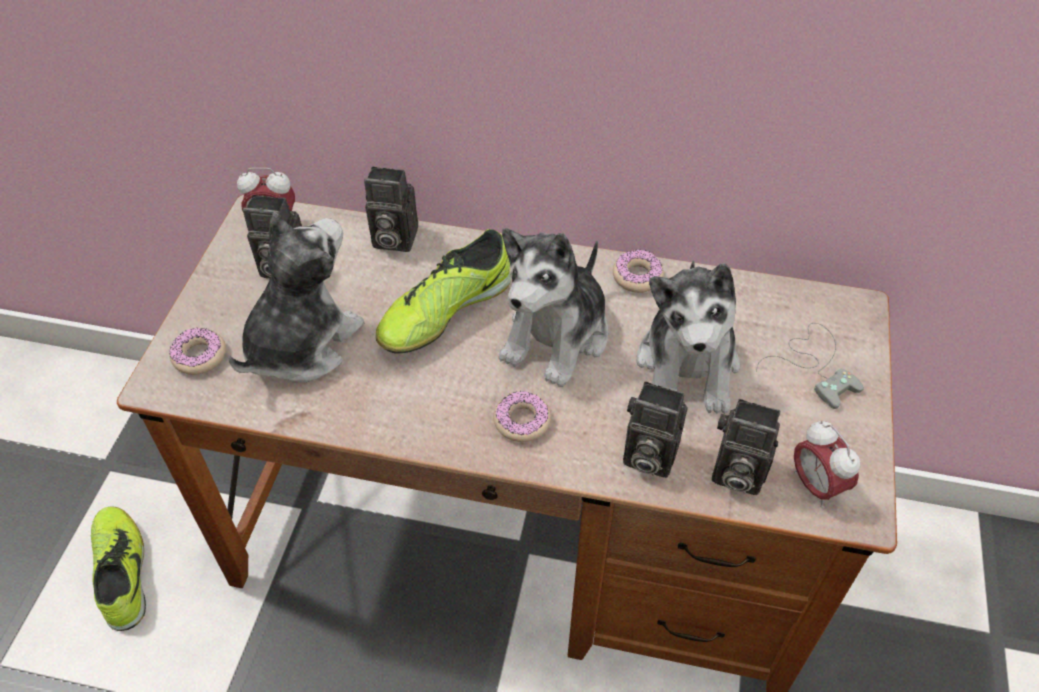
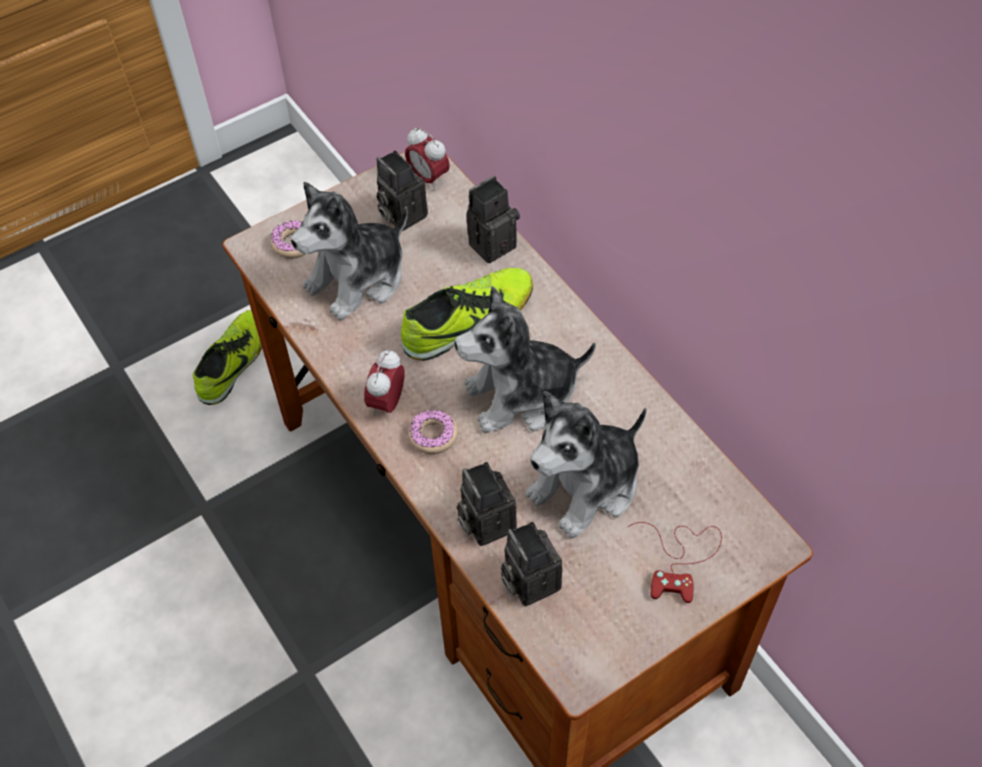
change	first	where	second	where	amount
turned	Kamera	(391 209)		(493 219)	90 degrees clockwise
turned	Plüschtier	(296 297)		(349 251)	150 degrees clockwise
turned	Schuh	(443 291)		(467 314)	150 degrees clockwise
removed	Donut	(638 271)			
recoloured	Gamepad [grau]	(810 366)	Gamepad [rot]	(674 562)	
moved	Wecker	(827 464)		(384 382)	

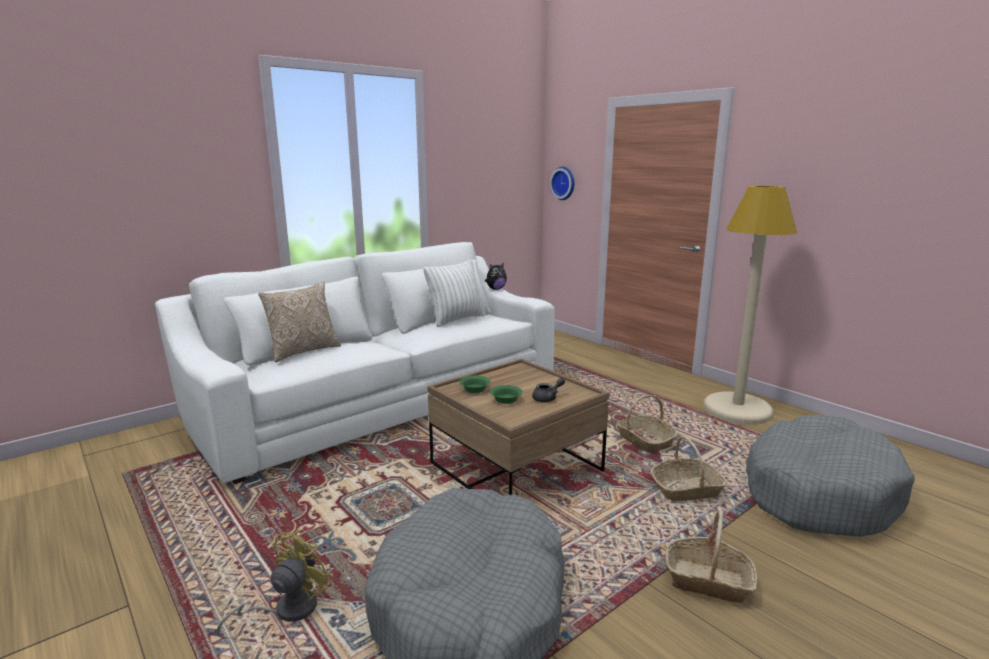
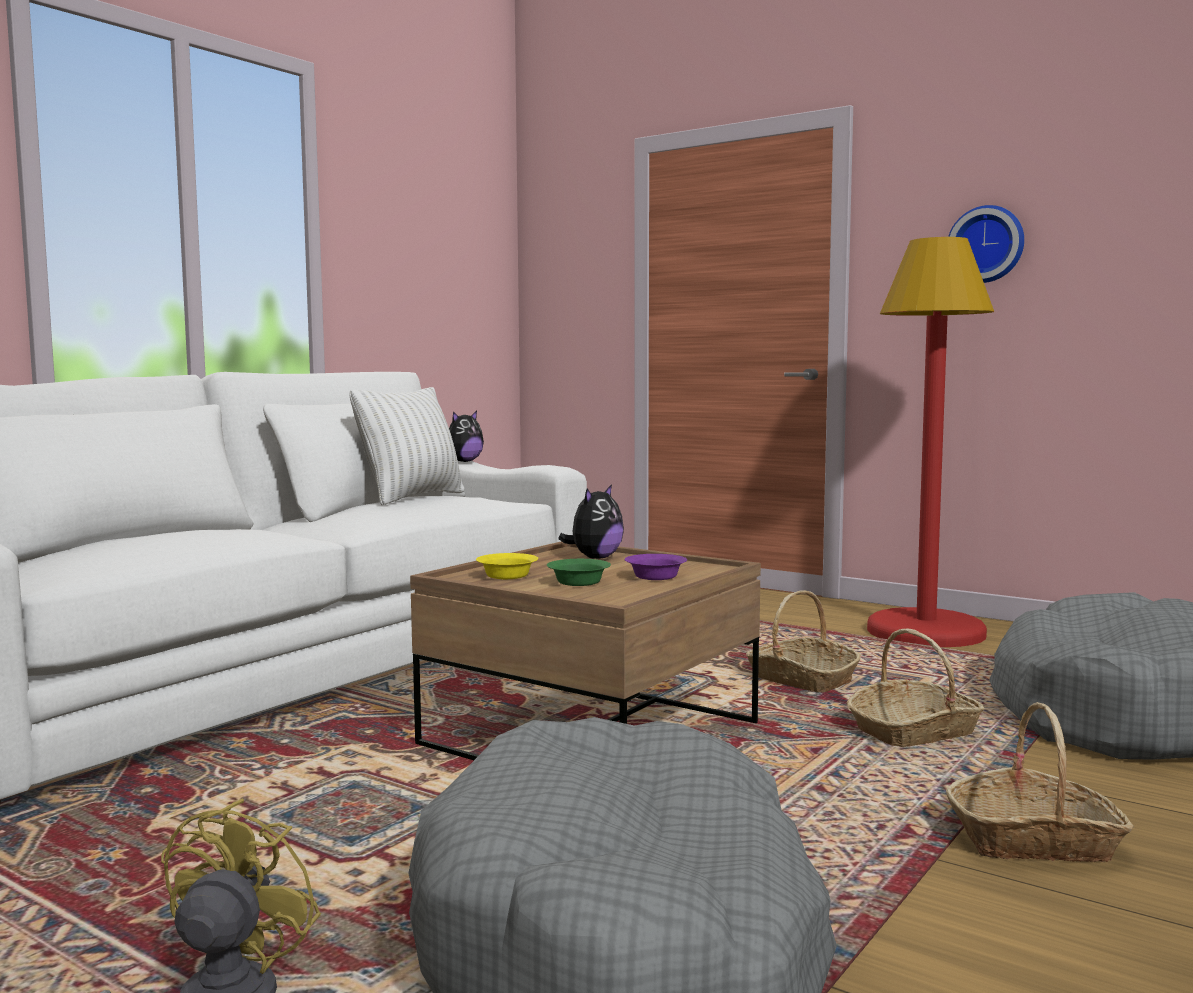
change	first	where	second	where	amount
moved	Wanduhr	(562 183)		(986 244)	
recoloured	Stehlampe [beige]	(750 305)	Stehlampe [rot]	(930 442)	
removed	Kissen	(299 322)			
recoloured	Schüssel [grün]	(475 384)	Schüssel [gelb]	(507 566)	
replaced	Teekanne [grau]	(548 389)	Schüssel [lila]	(656 567)	
added			Plüschtier	(591 521)	

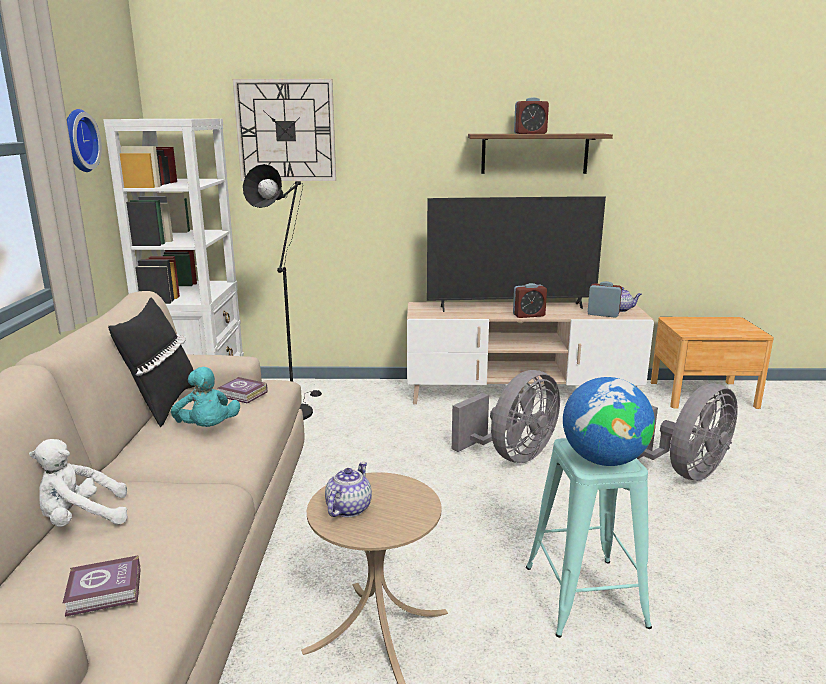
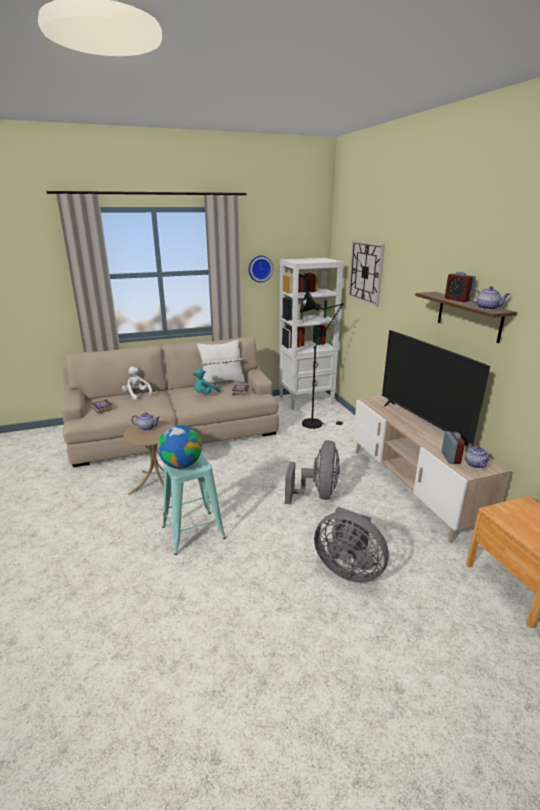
change	first	where	second	where	amount
removed	Wecker	(530 300)			
recoloured	Kissen [schwarz]	(151 362)	Kissen [weiß]	(221 362)	
turned	Ventilator [grau]	(506 416)		(312 472)	105 degrees counterclockwise
added			Teekanne	(490 298)	

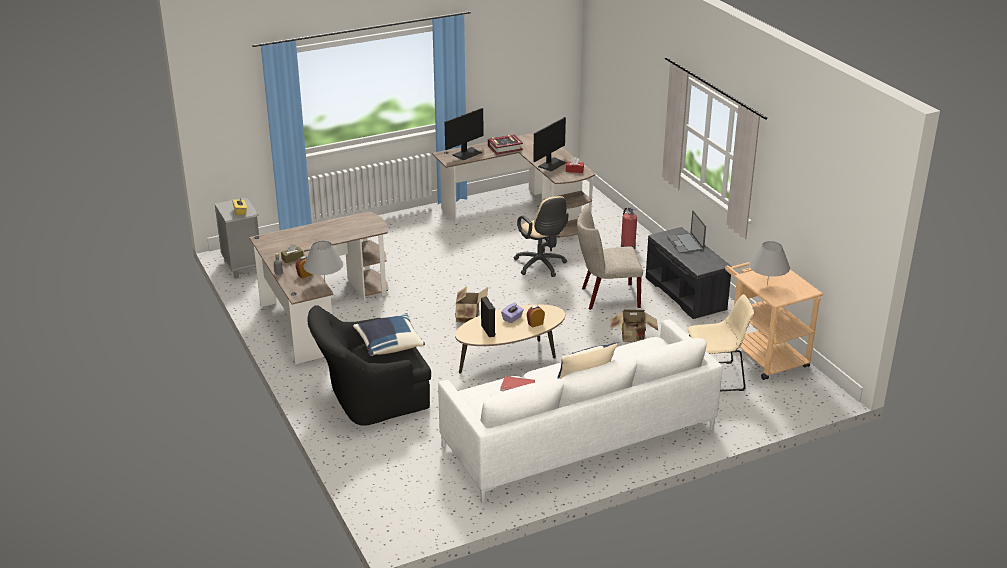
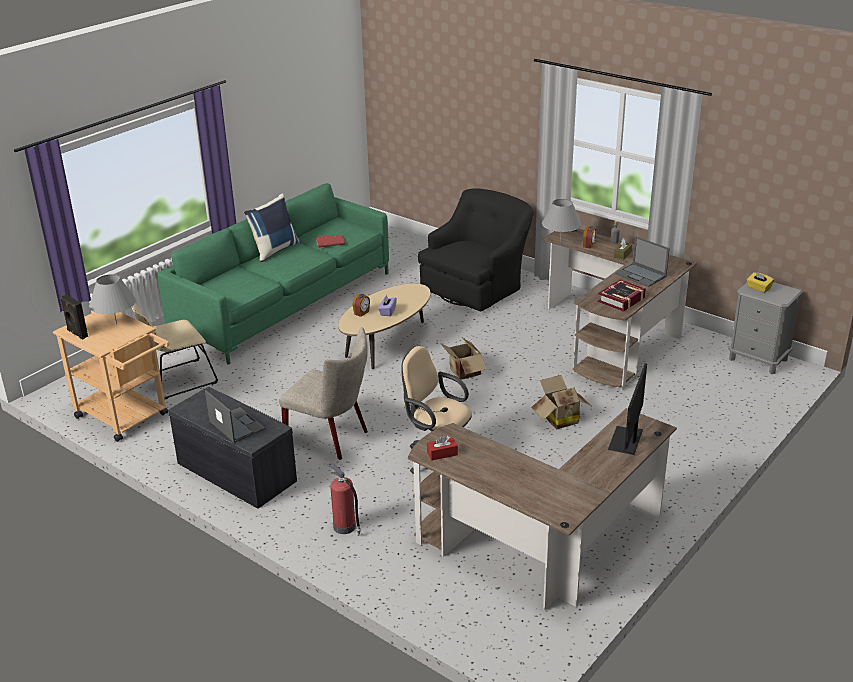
change	first	where	second	where	amount
removed	Monitor	(550 144)			
moved	Buch	(505 144)		(622 295)	
turned	Stuhl [beige]	(610 257)		(323 393)	60 degrees clockwise
moved	Lautsprecher [schwarz]	(488 317)		(74 317)	
moved	Karton	(634 326)		(561 402)	
removed	Kissen [blau]	(389 334)			
recoloured	Sofa [weiß]	(580 411)	Sofa [grün]	(273 274)	
added			Laptop	(642 261)	

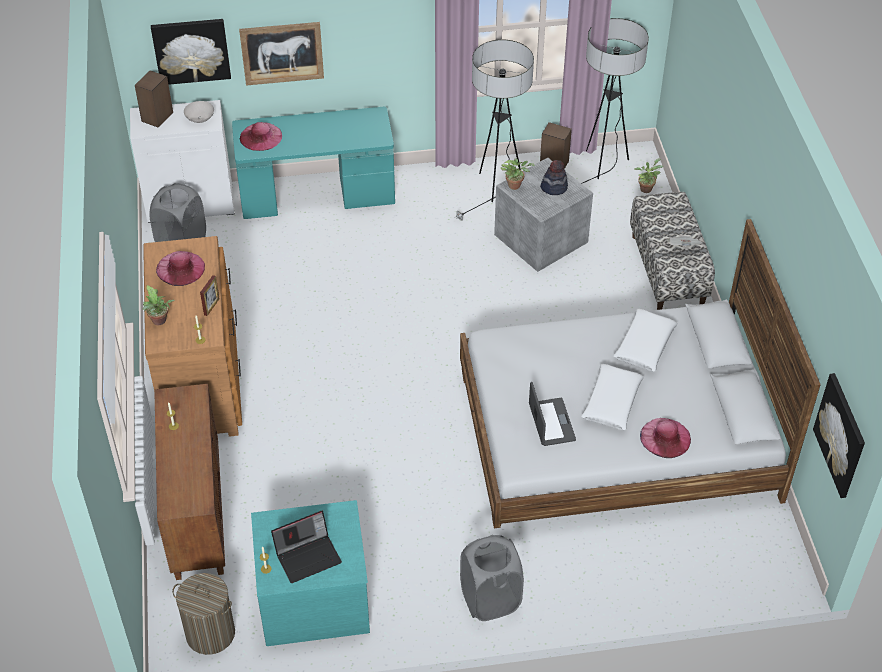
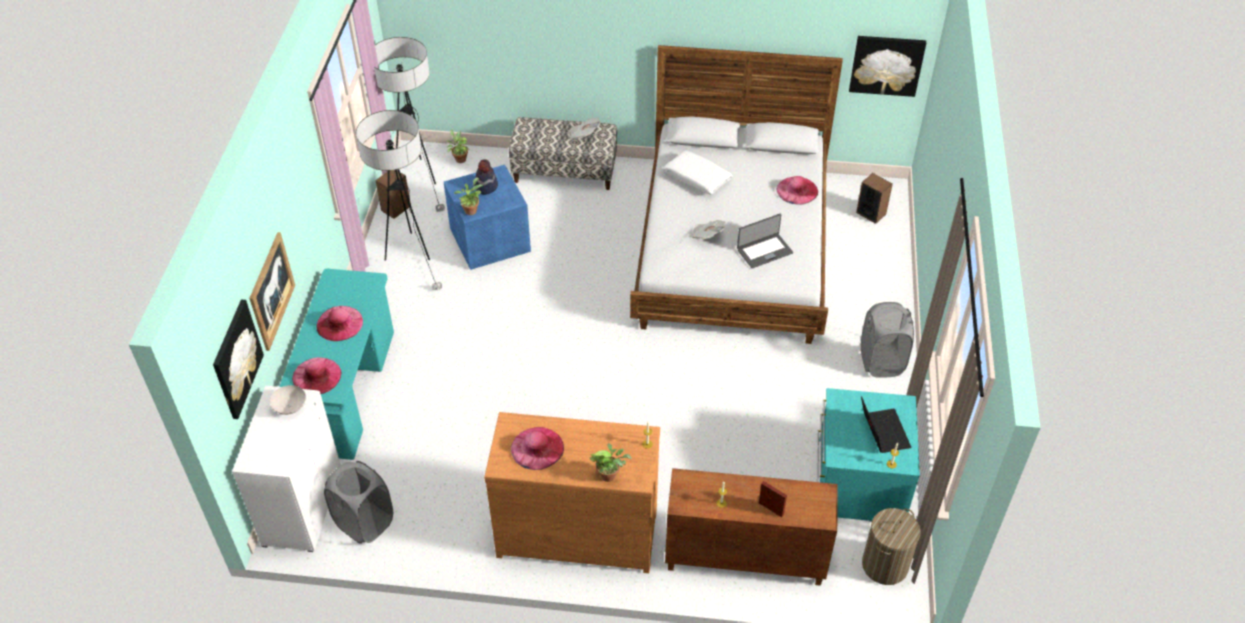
change	first	where	second	where	amount
moved	Lautsprecher	(154 99)		(874 198)	
recoloured	Aufbewahrungsbox [grau]	(543 215)	Aufbewahrungsbox [blau]	(487 217)	
moved	Bilderrahmen	(210 295)		(773 499)	
removed	Kissen [weiß]	(612 397)			
turned	Laptop	(552 414)		(765 241)	150 degrees clockwise
added			Zeitung	(707 229)	
added			Hut [rosa]	(340 323)	

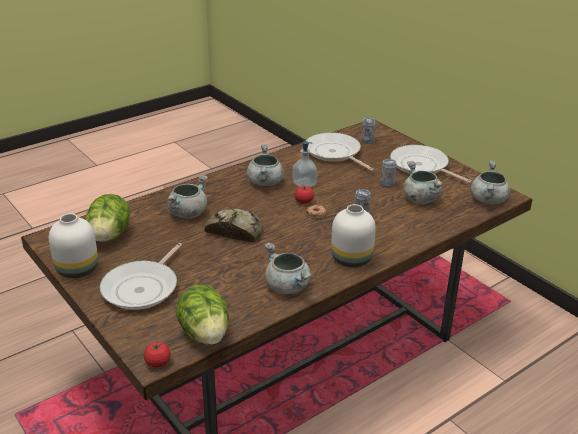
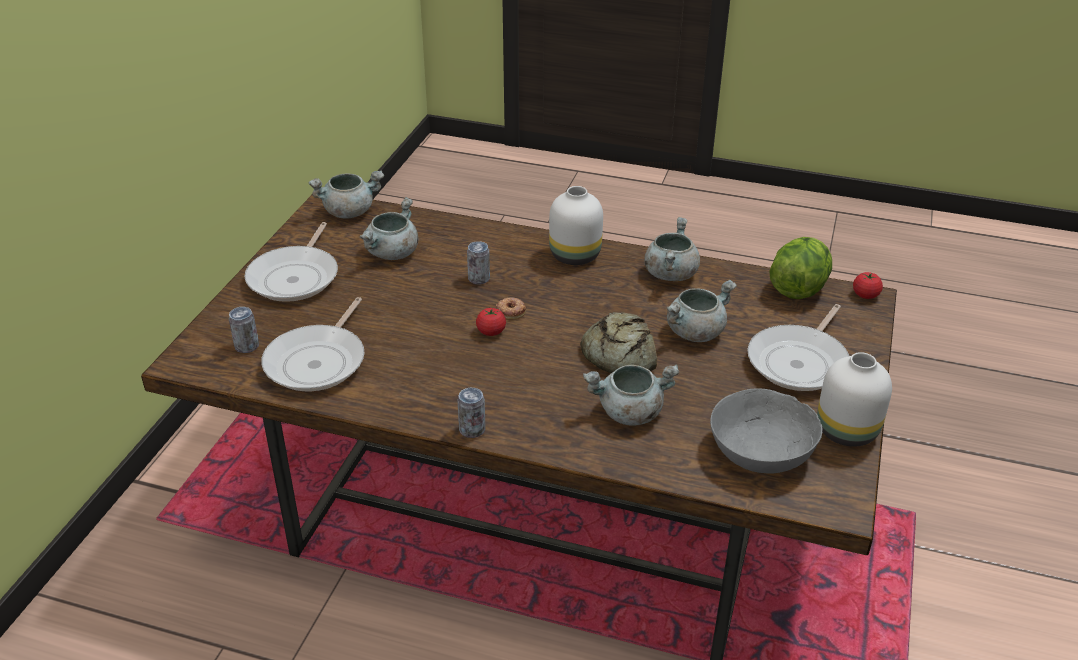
change	first	where	second	where	amount
removed	Seifenspender	(305 164)			
moved	Kochtopf [grau]	(265 165)		(701 311)	
moved	Dose	(388 173)		(471 413)	
replaced	Salatkopf	(108 218)	Schüssel [grau]	(766 431)	
turned	Pfanne	(141 276)		(798 347)	135 degrees clockwise

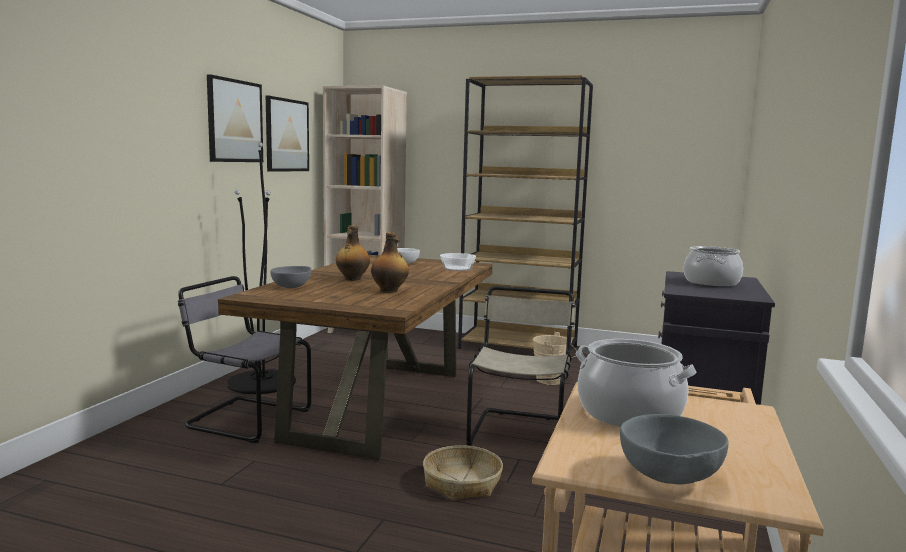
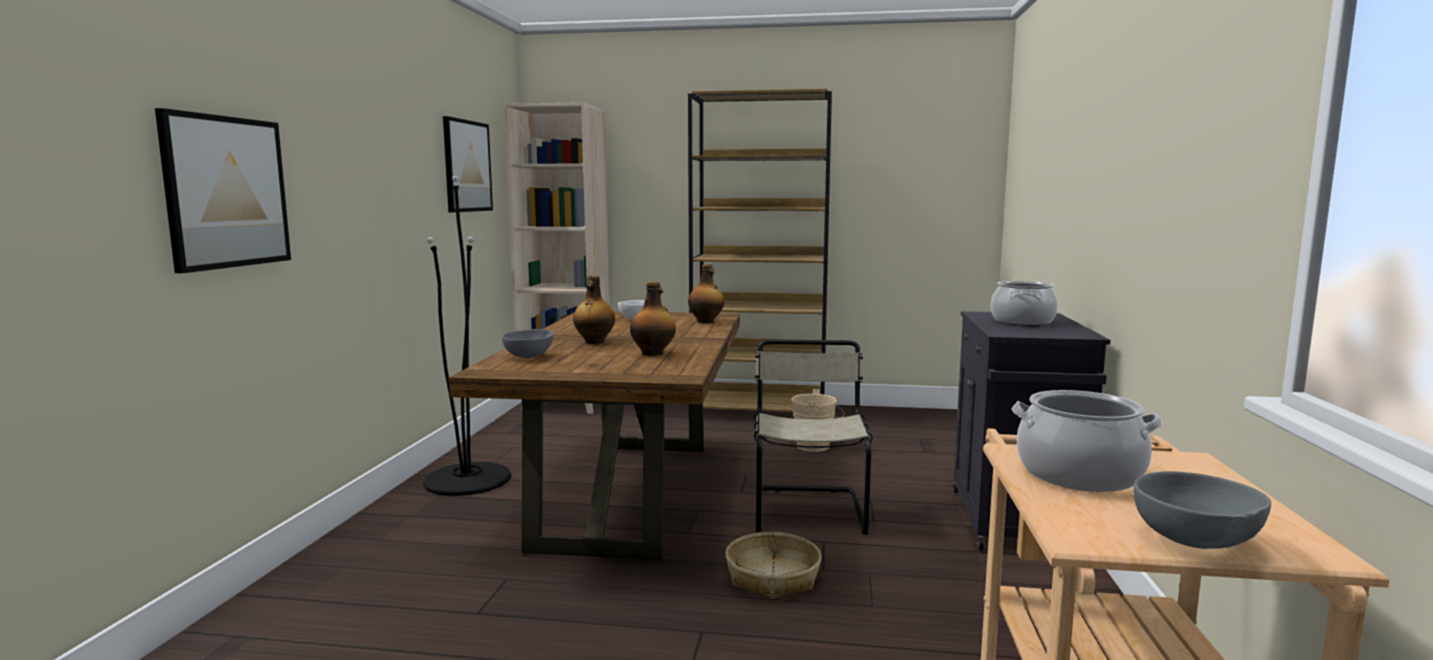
change	first	where	second	where	amount
moved	Bild	(235 118)		(223 190)	
replaced	Schüssel	(458 262)	Flasche	(706 293)	
removed	Stuhl [grau]	(244 359)			

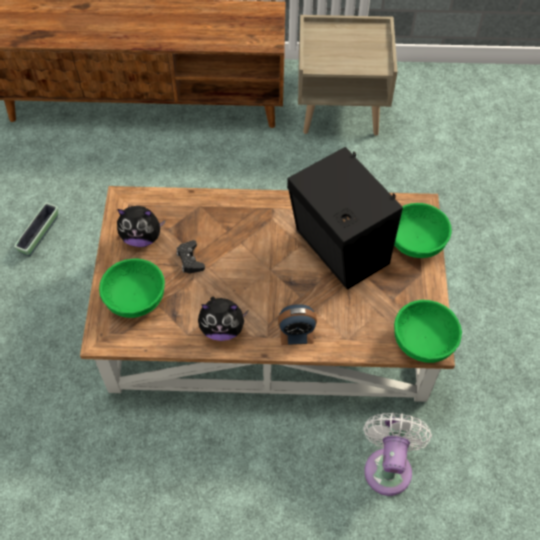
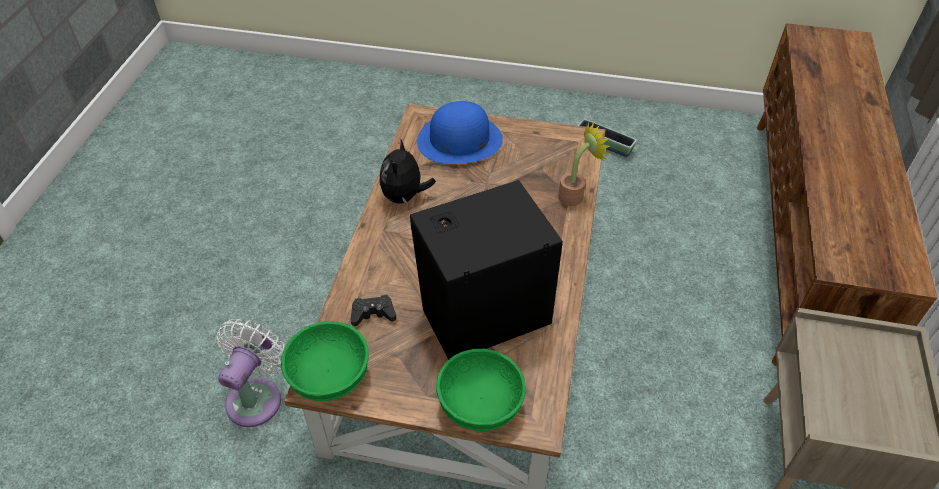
change	first	where	second	where	amount
removed	Plüschtier	(141 226)			
moved	Gamepad [schwarz]	(190 256)		(373 310)	
replaced	Schüssel [grün]	(132 288)	Hut [blau]	(460 132)	
removed	Wecker	(297 324)			
turned	Ventilator [weiß]	(397 454)		(251 373)	90 degrees counterclockwise
added			Topfpflanze	(584 164)	

